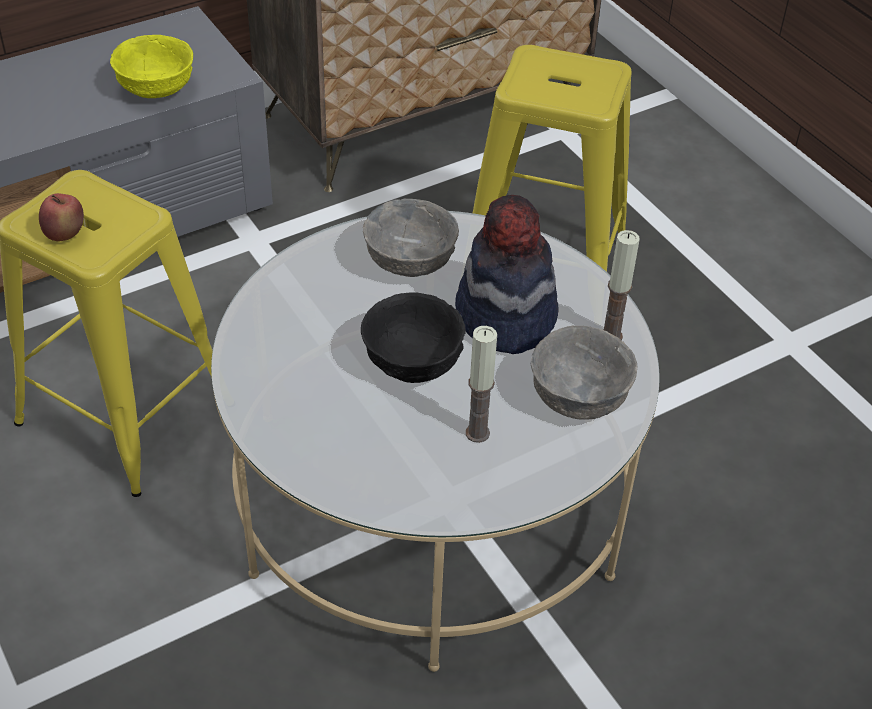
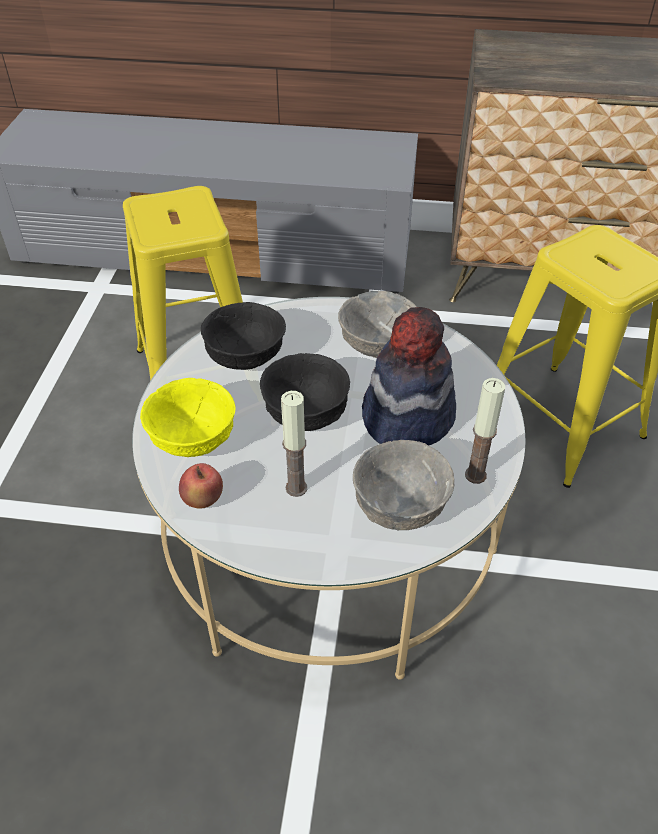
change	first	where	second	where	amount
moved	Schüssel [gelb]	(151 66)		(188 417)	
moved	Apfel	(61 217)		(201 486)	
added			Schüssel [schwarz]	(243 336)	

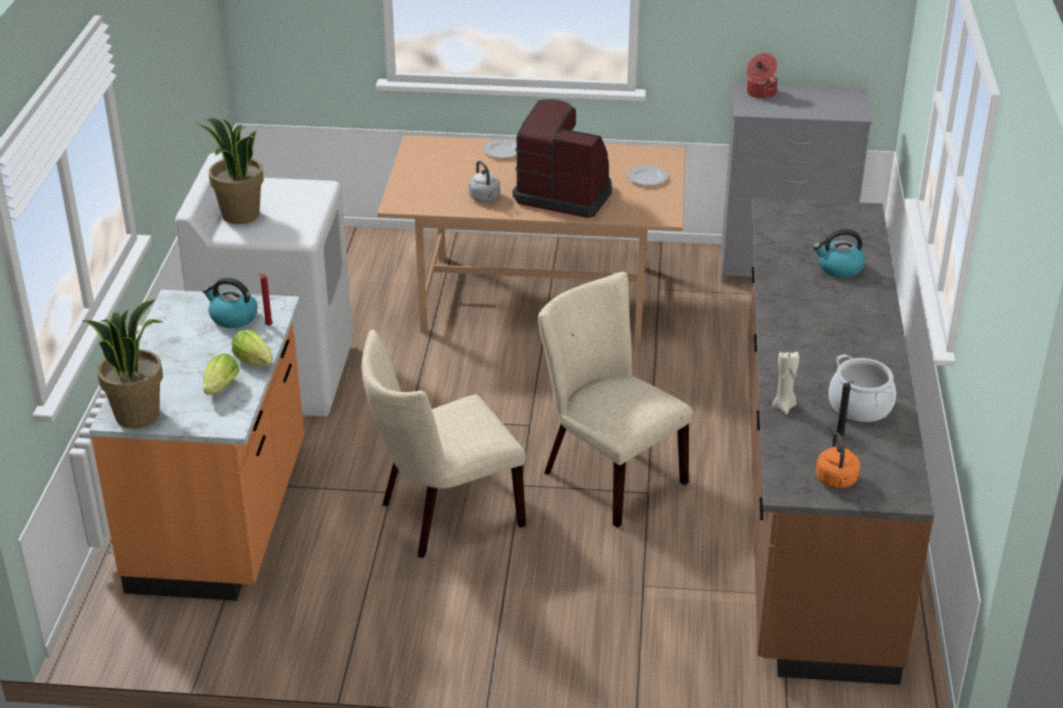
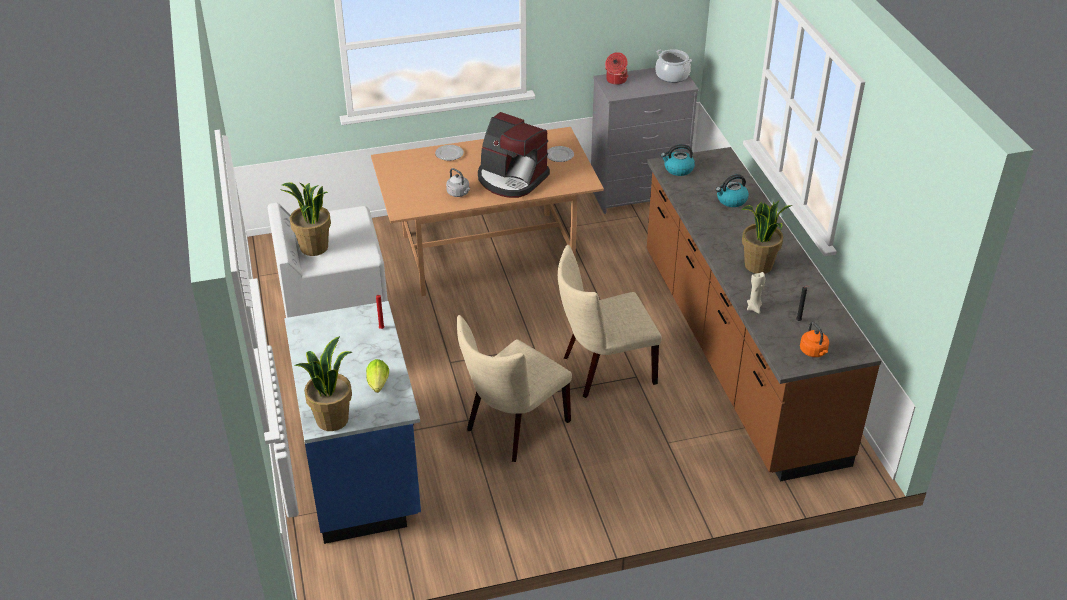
change	first	where	second	where	amount
turned	Kaffeemaschine	(562 158)		(514 155)	150 degrees counterclockwise
turned	Stuhl [beige]	(615 400)		(610 321)	45 degrees counterclockwise
moved	Wasserkessel	(230 303)		(678 160)	
recoloured	Küchenzeile [orange]	(196 445)	Küchenzeile [blau]	(352 422)	
removed	Salatkopf	(252 347)			
moved	Kochtopf	(862 388)		(673 66)	
added			Topfpflanze	(766 237)	

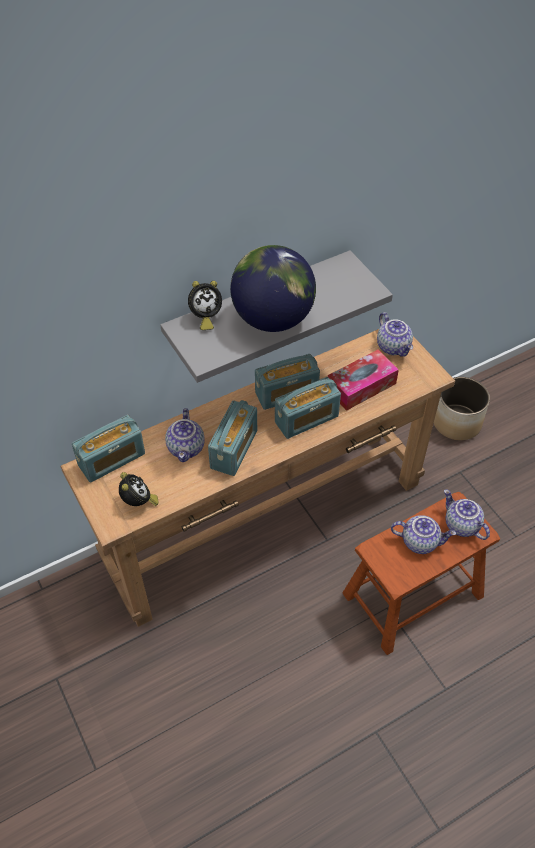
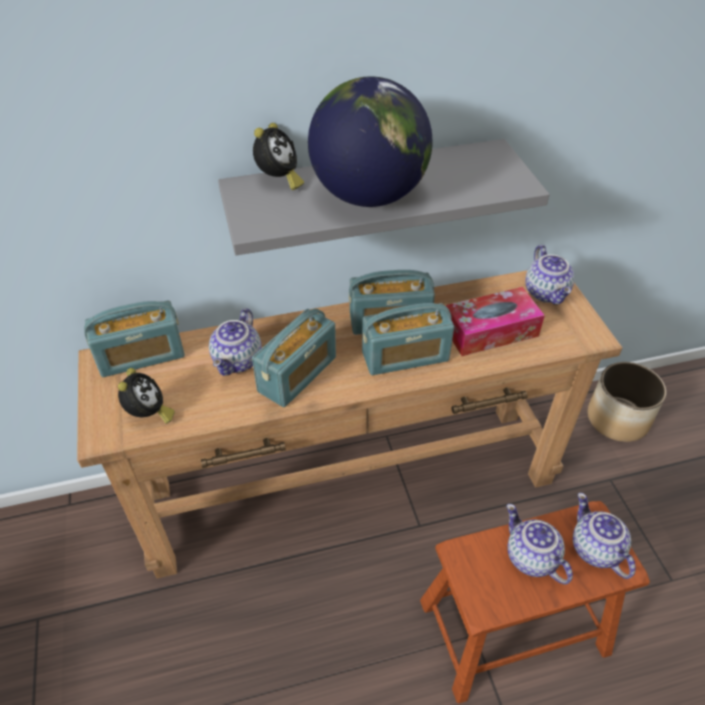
change	first	where	second	where	amount
turned	Wecker	(205 305)		(278 156)	60 degrees counterclockwise
turned	Teekanne	(423 534)		(540 544)	150 degrees counterclockwise

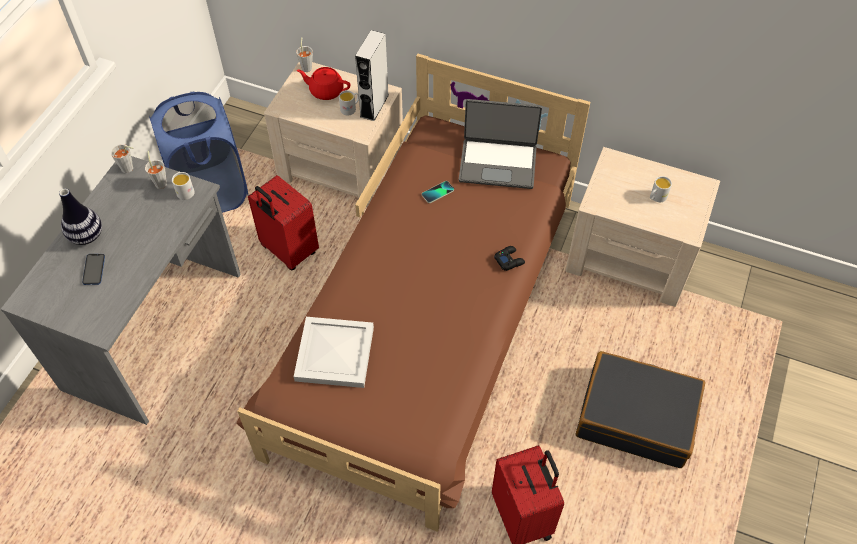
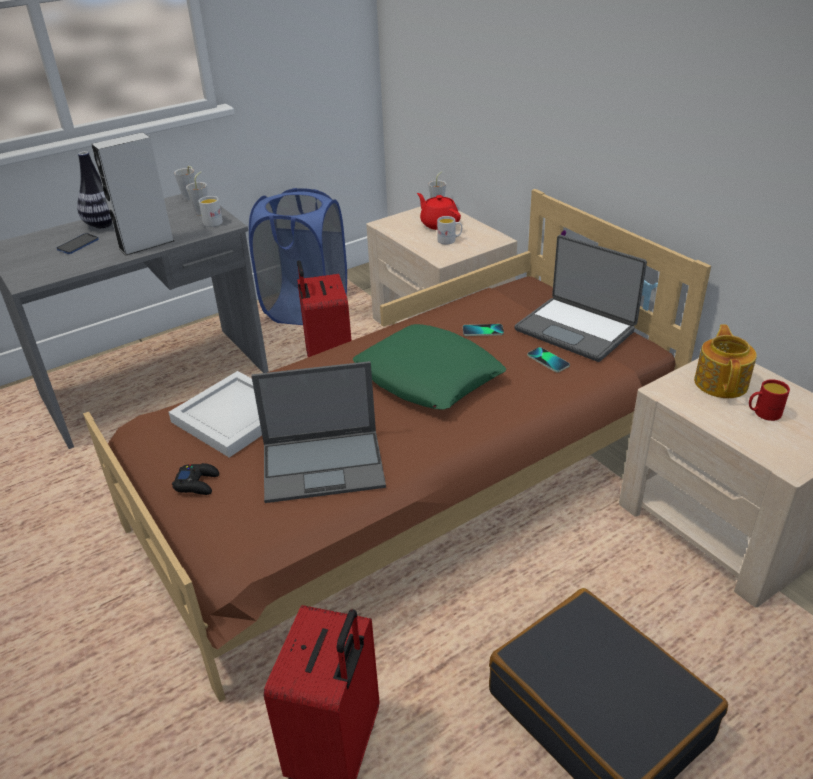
change	first	where	second	where	amount
moved	Lautsprecher [grau]	(372 75)		(133 194)	
recoloured	Henkelbecher [weiß]	(661 189)	Henkelbecher [rot]	(769 400)	
moved	Gamepad [schwarz]	(509 258)		(195 479)	
added			Kissen [grün]	(429 366)	
added			Teekanne	(725 361)	
added			Handy	(548 359)	
added			Laptop	(318 432)	

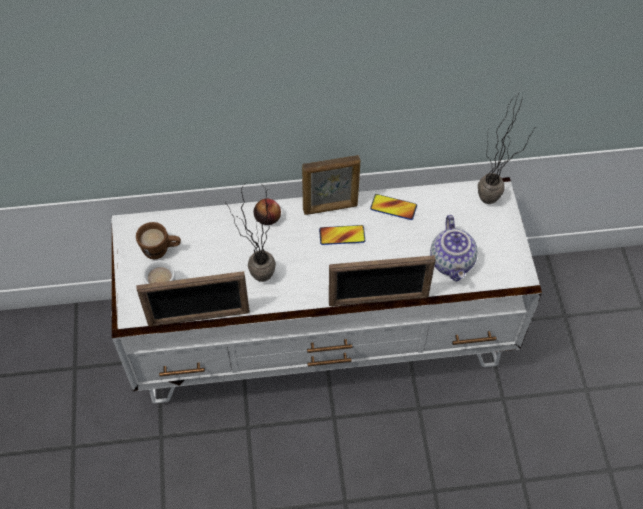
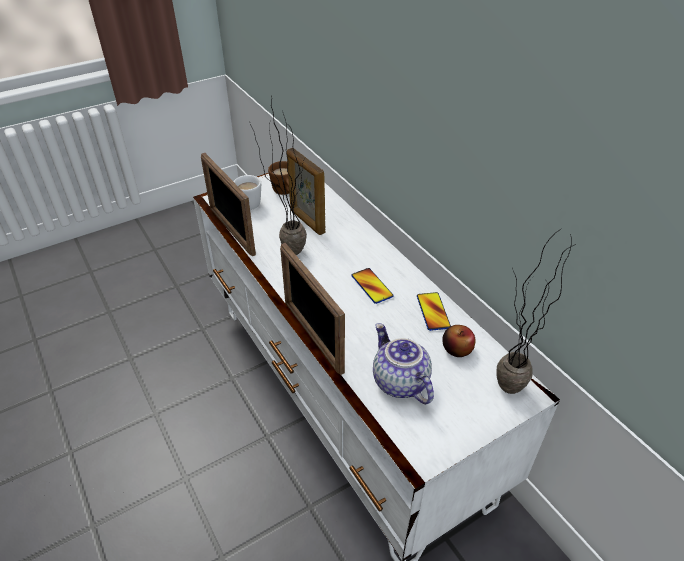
change	first	where	second	where	amount
moved	Bilderrahmen	(331 185)		(306 191)	
moved	Apfel	(267 212)		(459 341)	
turned	Teekanne	(454 248)		(403 363)	90 degrees clockwise

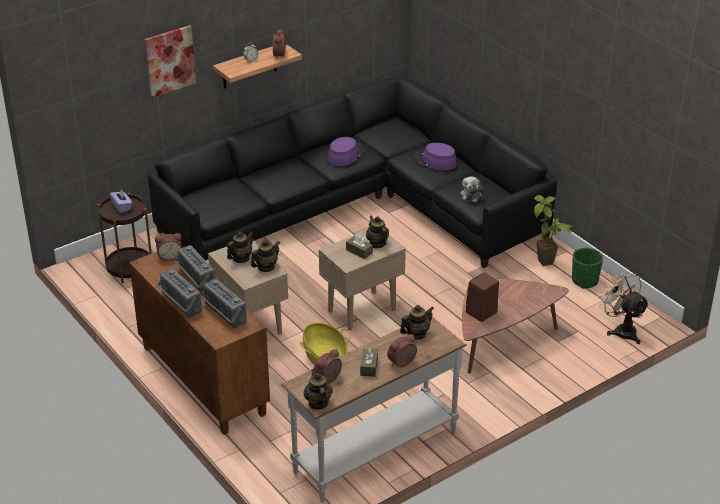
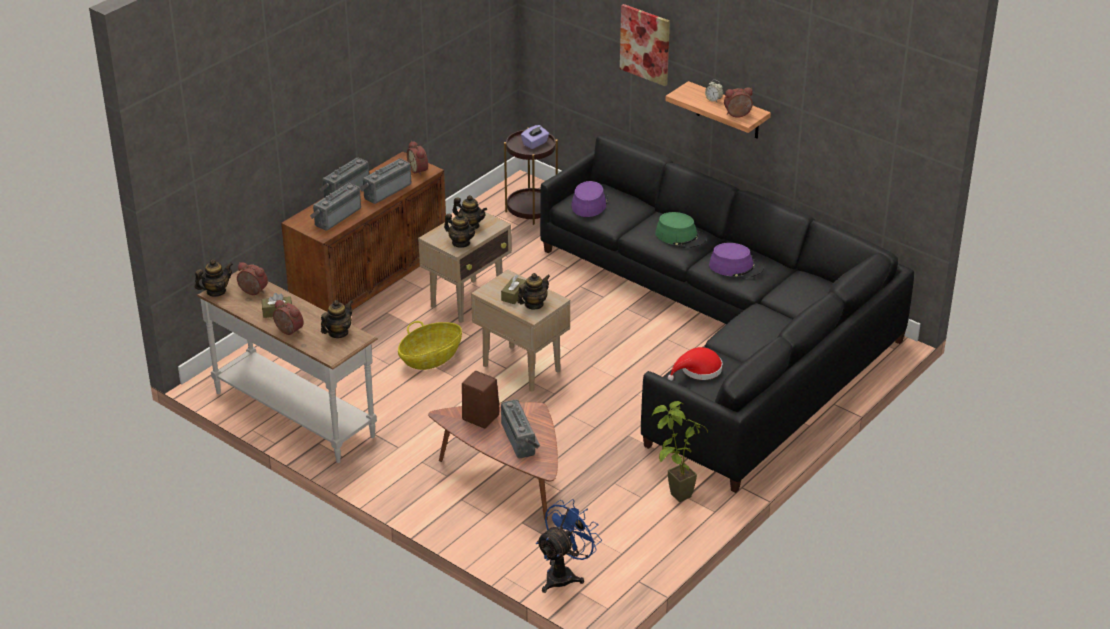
change	first	where	second	where	amount
moved	Hut [lila]	(435 156)		(589 199)	
replaced	Plüschtier	(472 189)	Hut [rot]	(695 364)	
removed	Pflanzkübel [grün]	(587 268)			
recoloured	Ventilator [beige]	(623 307)	Ventilator [blau]	(569 546)	
turned	Teekanne	(417 322)		(337 319)	90 degrees counterclockwise
added			Hut [grün]	(681 230)	
added			Radio	(520 428)	

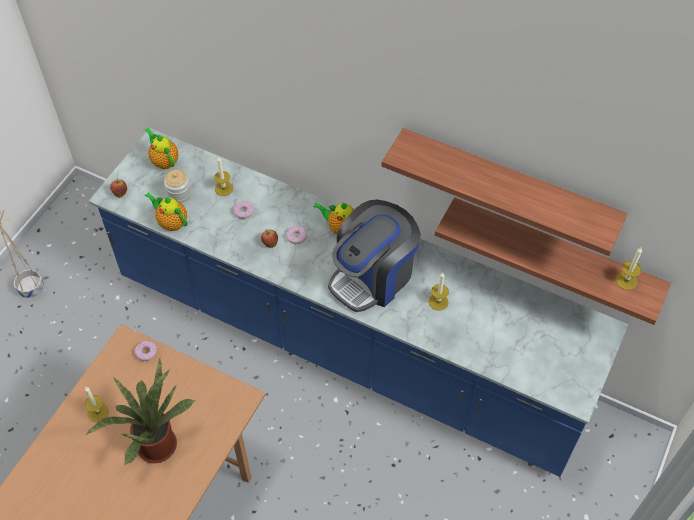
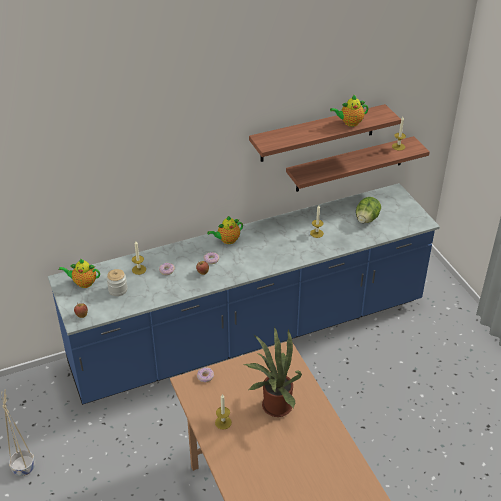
change	first	where	second	where	amount
moved	Teekanne	(166 212)		(349 110)	
removed	Kaffeemaschine	(374 255)			
added			Salatkopf	(368 210)	

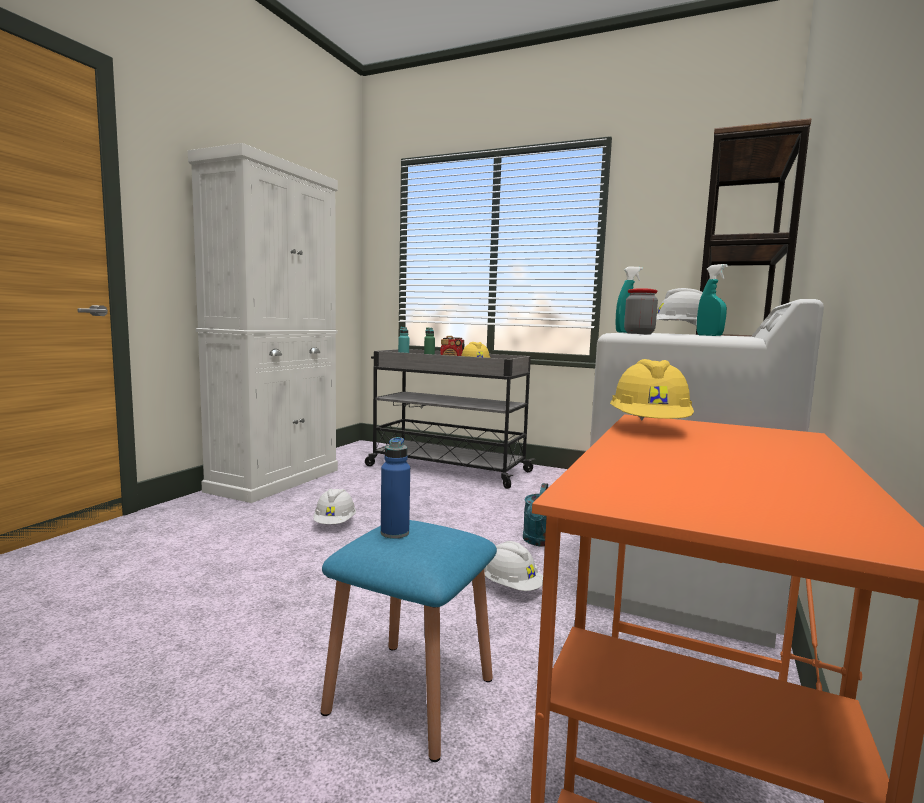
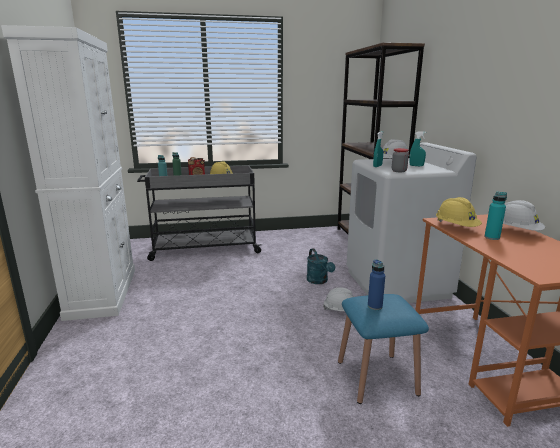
change	first	where	second	where	amount
moved	Schutzhelm [weiß]	(334 506)		(524 215)	
added			Flasche [türkis]	(495 216)	

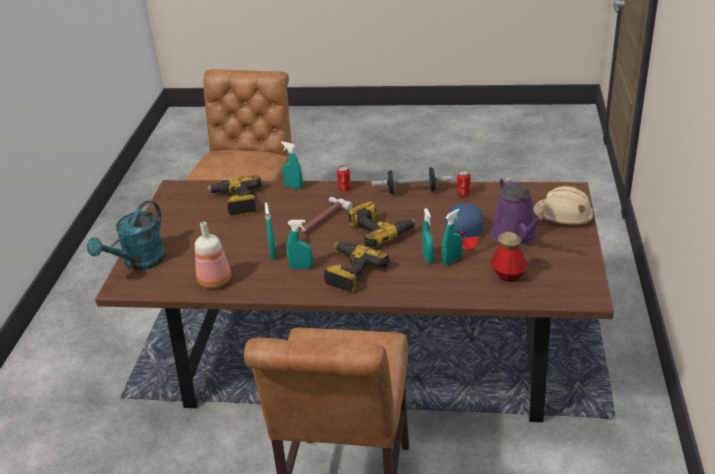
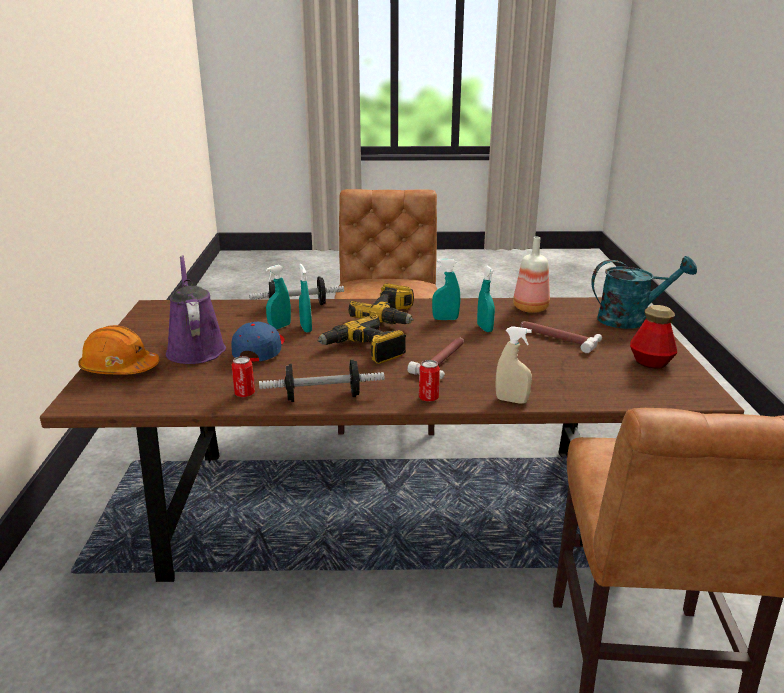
change	first	where	second	where	amount
recoloured	Sprühflasche [türkis]	(292 165)	Sprühflasche [beige]	(513 365)	
removed	Bohrmaschine	(234 195)			
recoloured	Schutzhelm [beige]	(563 205)	Schutzhelm [orange]	(119 349)	
turned	Gießkanne [türkis]	(126 235)		(644 292)	60 degrees clockwise
moved	Flasche	(509 257)		(653 337)	
added			Hantel	(296 290)	
added			Hammer	(561 337)	

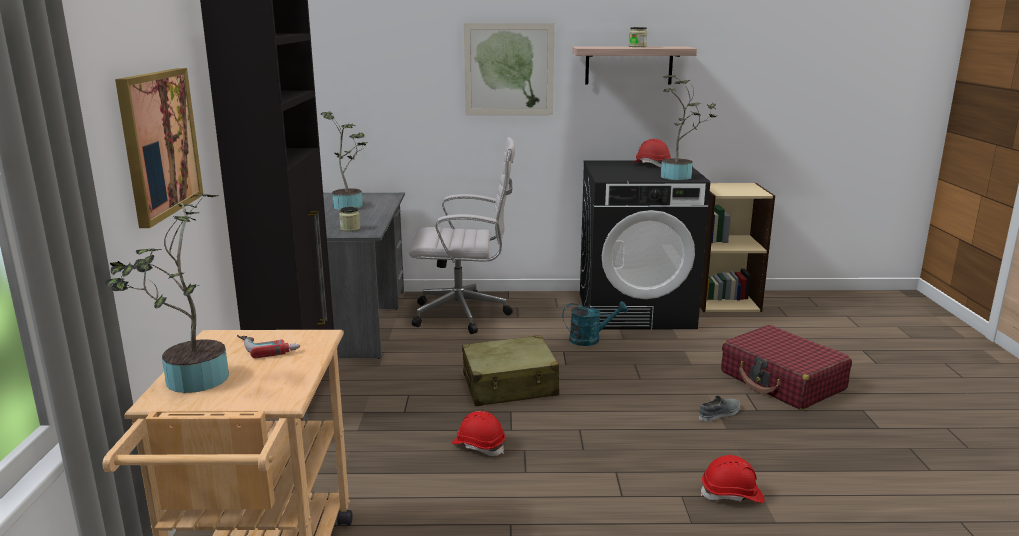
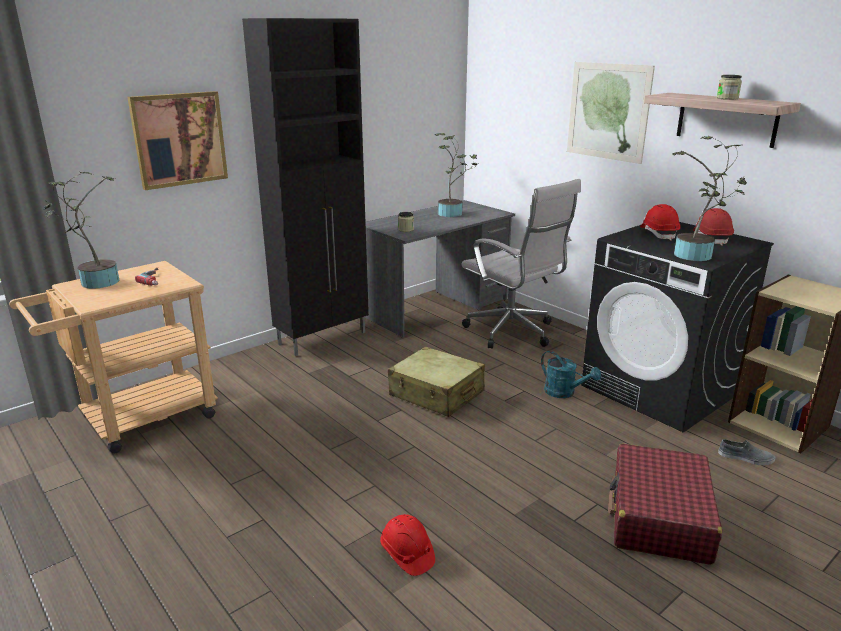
change	first	where	second	where	amount
moved	Schuh [grau]	(719 408)		(747 452)	
moved	Schutzhelm [rot]	(478 433)		(660 222)	

